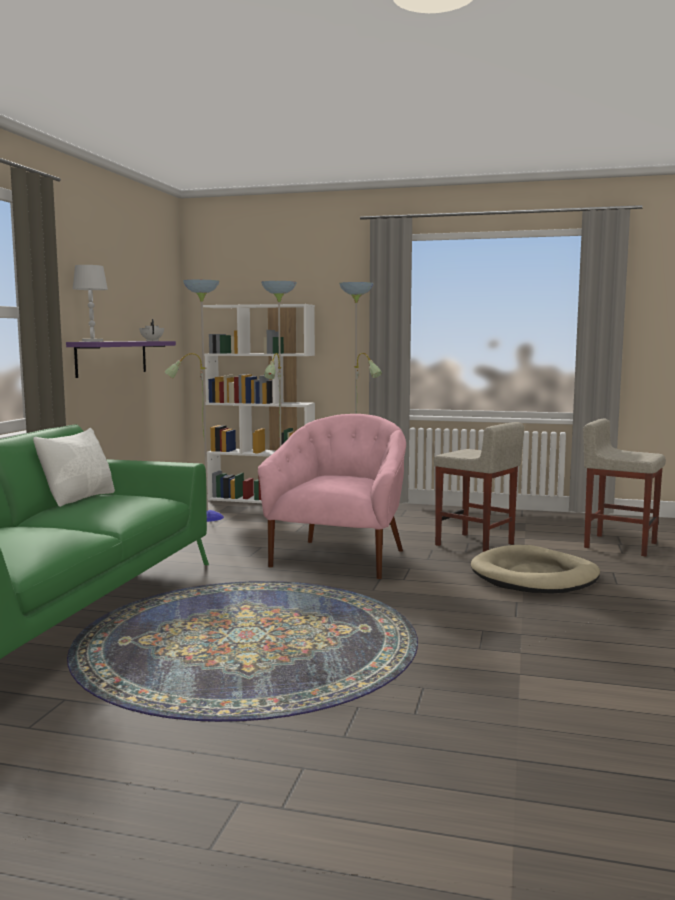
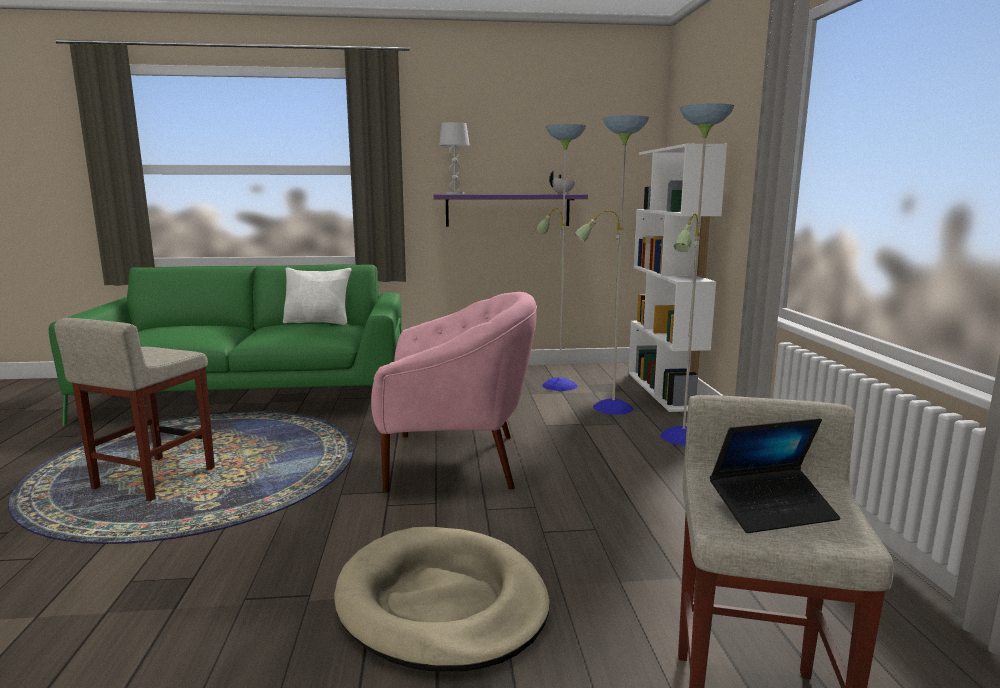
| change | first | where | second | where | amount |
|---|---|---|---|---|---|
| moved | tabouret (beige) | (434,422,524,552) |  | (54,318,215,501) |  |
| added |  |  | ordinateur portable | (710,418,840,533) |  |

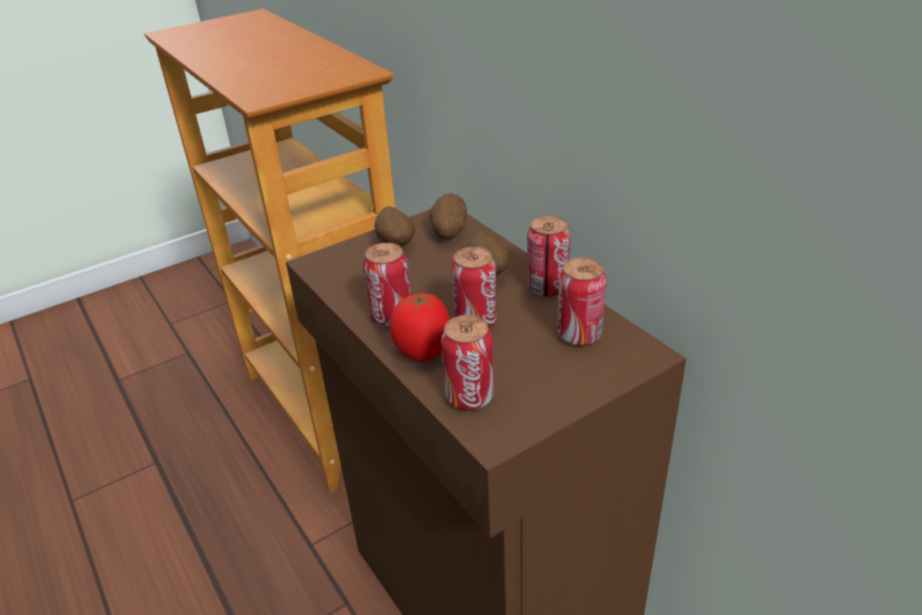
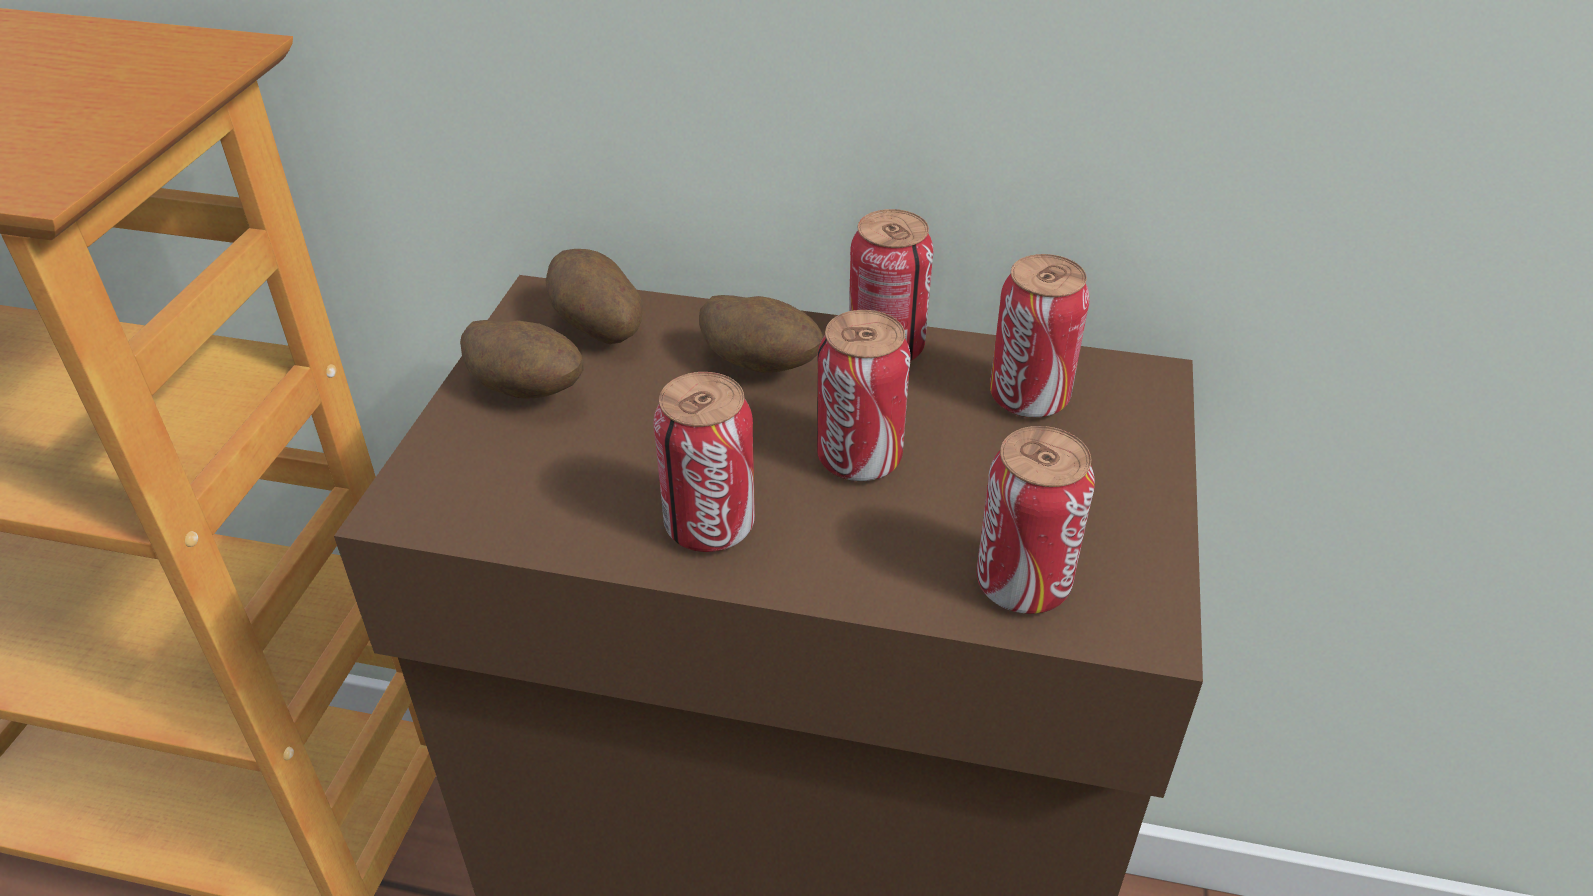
| change | first | where | second | where | amount |
|---|---|---|---|---|---|
| removed | tomate | (389,293,450,362) |  |  |  |

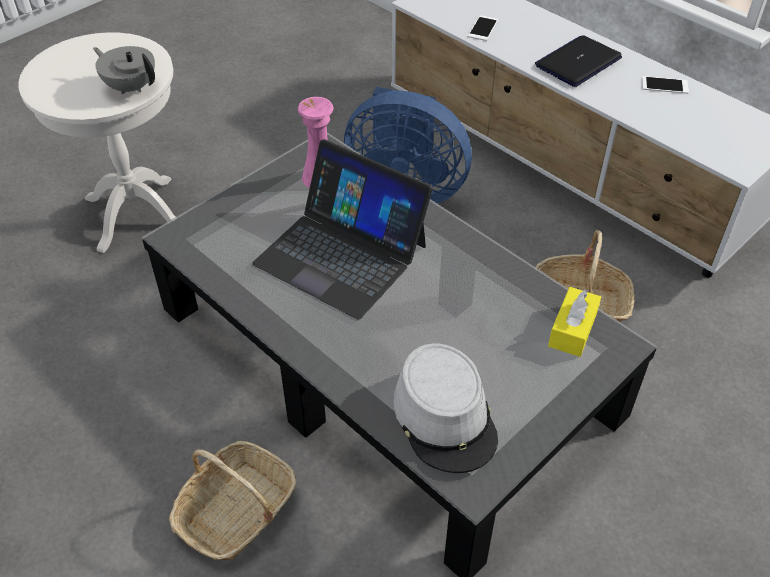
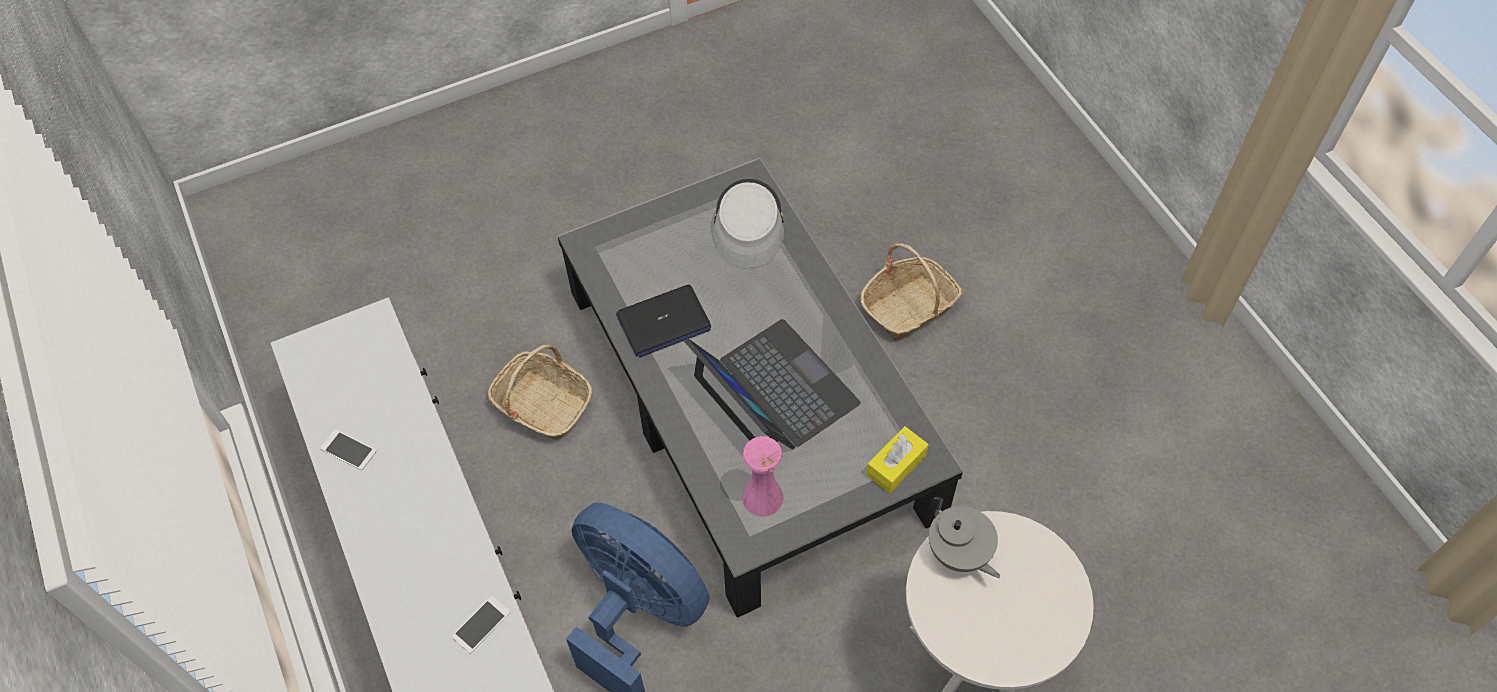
| change | first | where | second | where | amount |
|---|---|---|---|---|---|
| moved | ordinateur portable | (535,35,622,87) |  | (616,285,711,357) |  |
| moved | boîte à mouchoirs (jaune) | (548,287,601,357) |  | (866,426,929,494) |  |

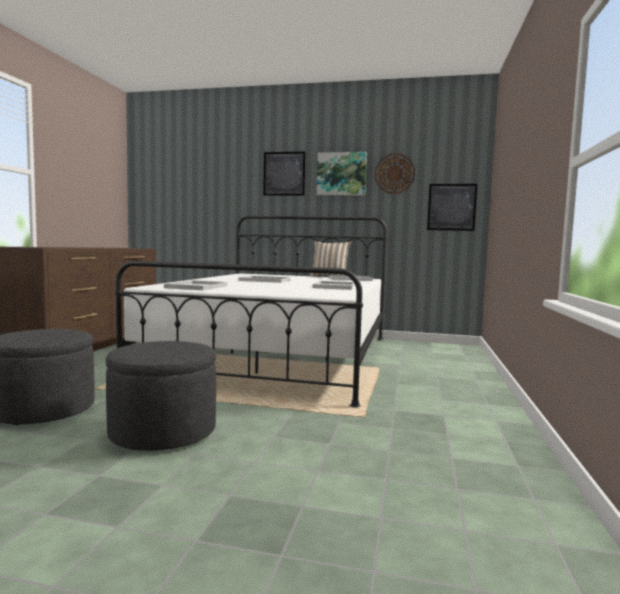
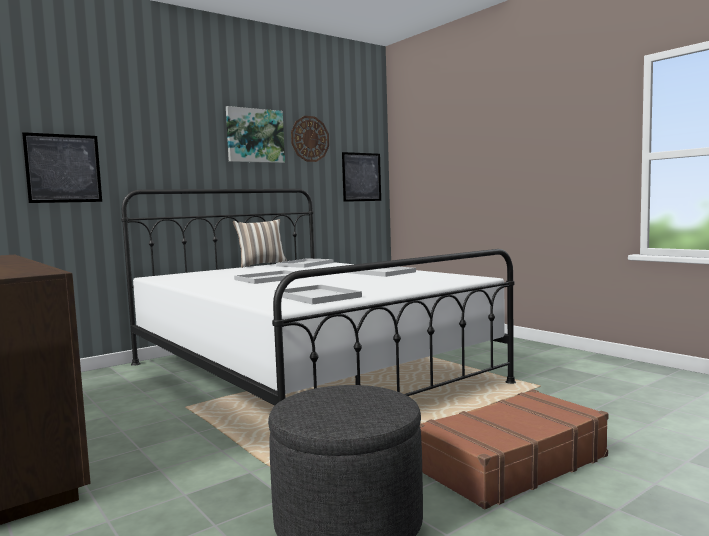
| change | first | where | second | where | amount |
|---|---|---|---|---|---|
| moved | tableau | (263,152,306,196) |  | (22,132,102,203) |  |
| replaced | pouf (gris) | (106,341,216,451) | valise (marron) | (420,389,609,509) |  |

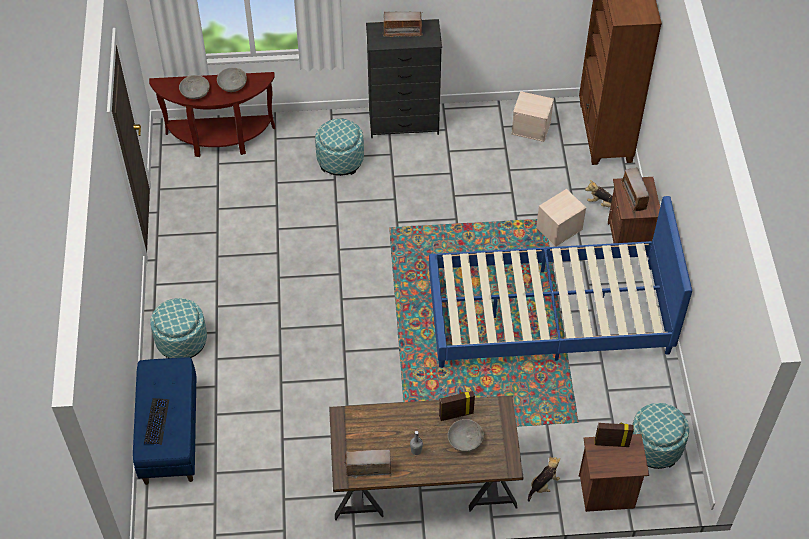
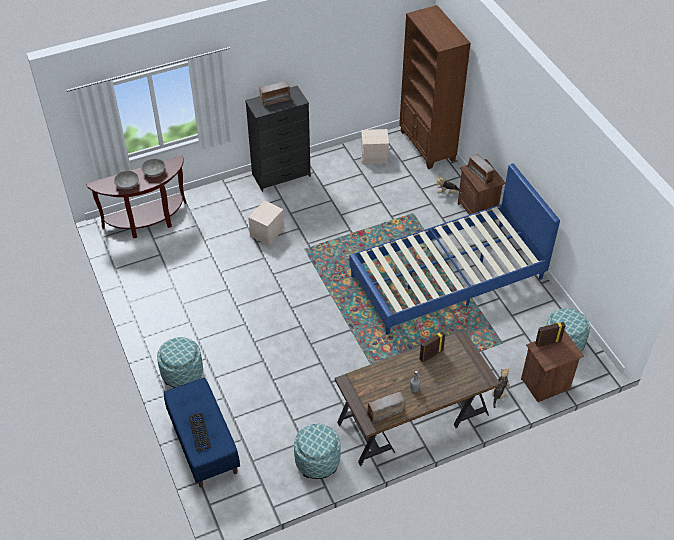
| change | first | where | second | where | amount |
|---|---|---|---|---|---|
| moved | pouf | (315,118,364,176) |  | (294,424,341,479) |  |
| moved | boîte de rangement (beige) | (536,189,586,247) |  | (248,201,285,245) |  |
| removed | bol (gris) | (448,419,484,452) |  |  |  |

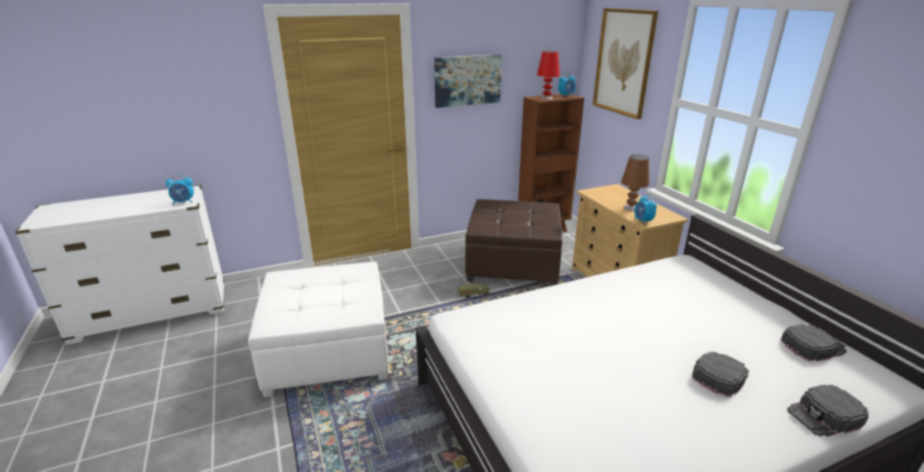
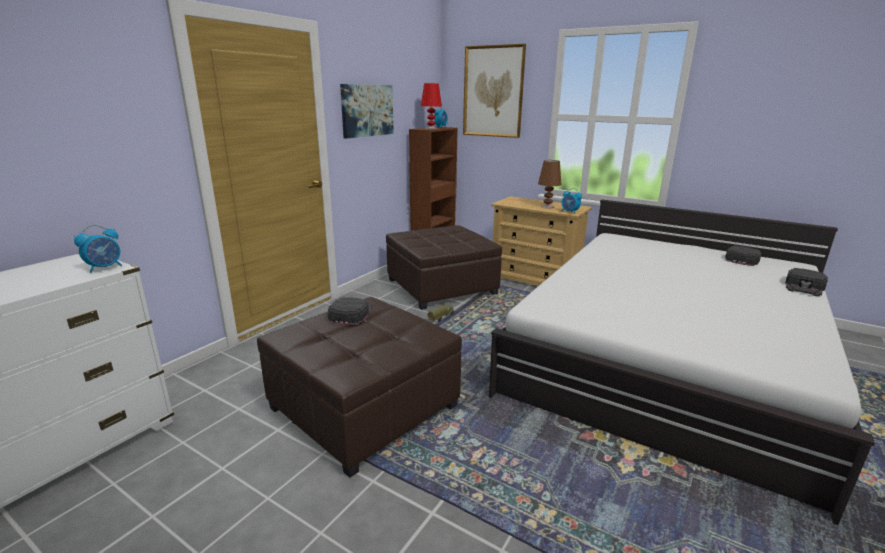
| change | first | where | second | where | amount |
|---|---|---|---|---|---|
| recoloured | pouf (blanc) | (248,262,389,398) | pouf (marron) | (257,297,462,478) |  |
| moved | casquette (noir) | (692,352,749,397) |  | (328,297,372,325) |  |

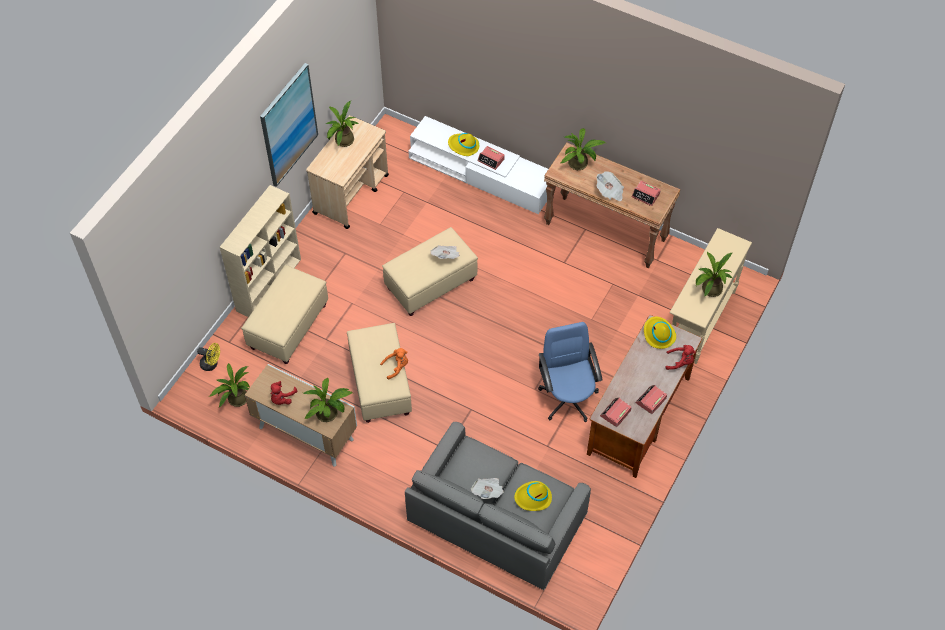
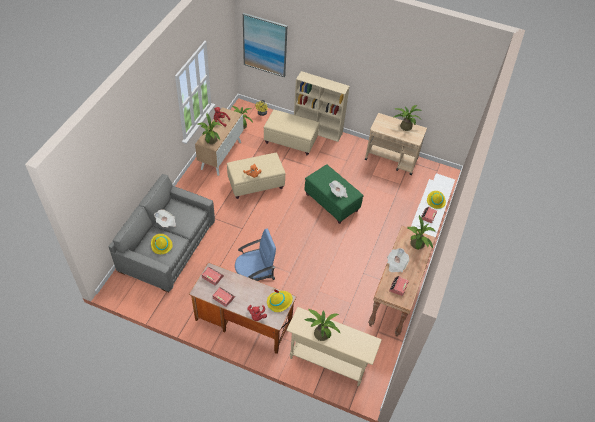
| change | first | where | second | where | amount |
|---|---|---|---|---|---|
| moved | tableau | (260,63,318,187) |  | (243,13,287,77) |  |
| recoloured | pouf (beige) | (382,227,478,316) | pouf (vert) | (304,164,364,224) |  |

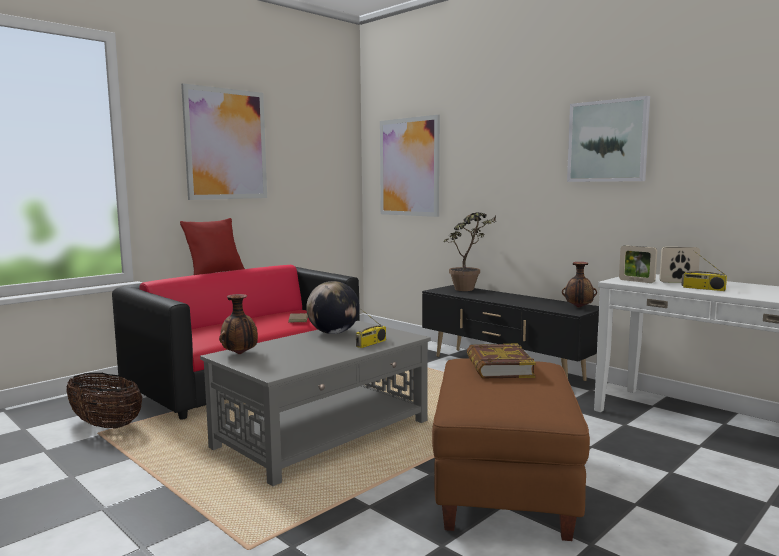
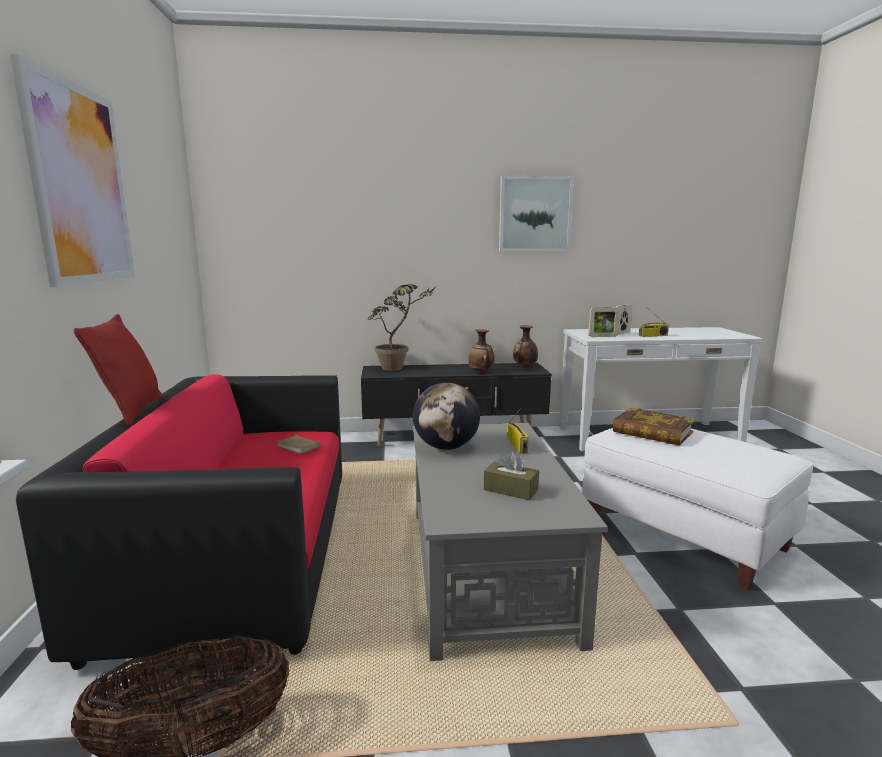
| change | first | where | second | where | amount |
|---|---|---|---|---|---|
| removed | tableau | (380,115,440,217) |  |  |  |
| moved | vase | (219,294,258,354) |  | (468,329,495,373) |  |
| recoloured | pouf (marron) | (432,358,590,541) | pouf (blanc) | (582,428,813,591) |  |
| added |  |  | boîte à mouchoirs (marron) | (484,451,539,500) |  |

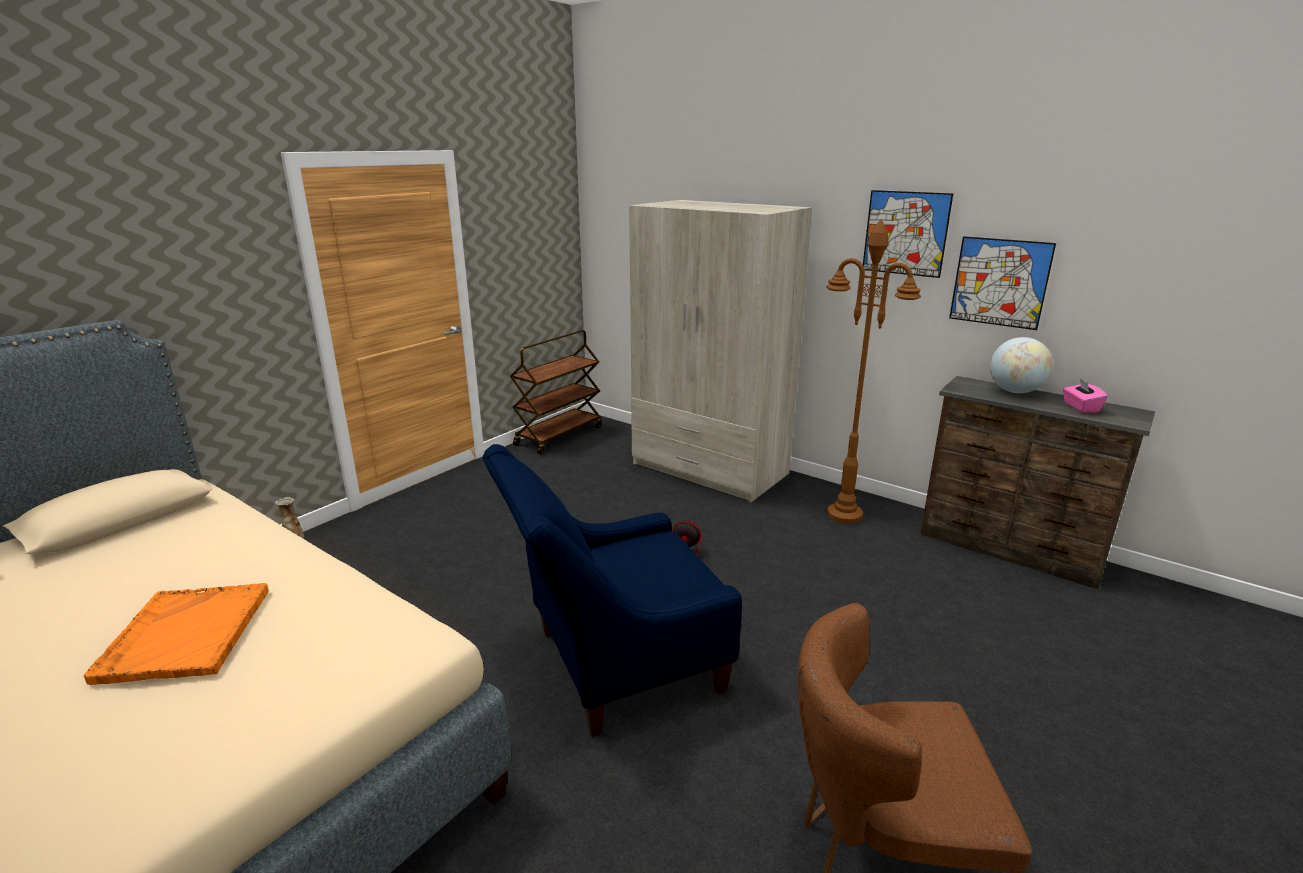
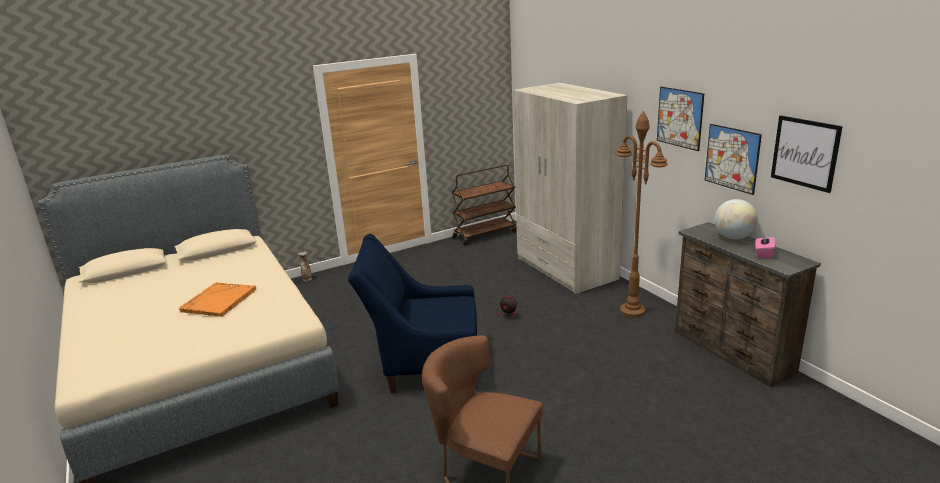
| change | first | where | second | where | amount |
|---|---|---|---|---|---|
| added |  |  | tableau | (771,115,843,193) |  |

